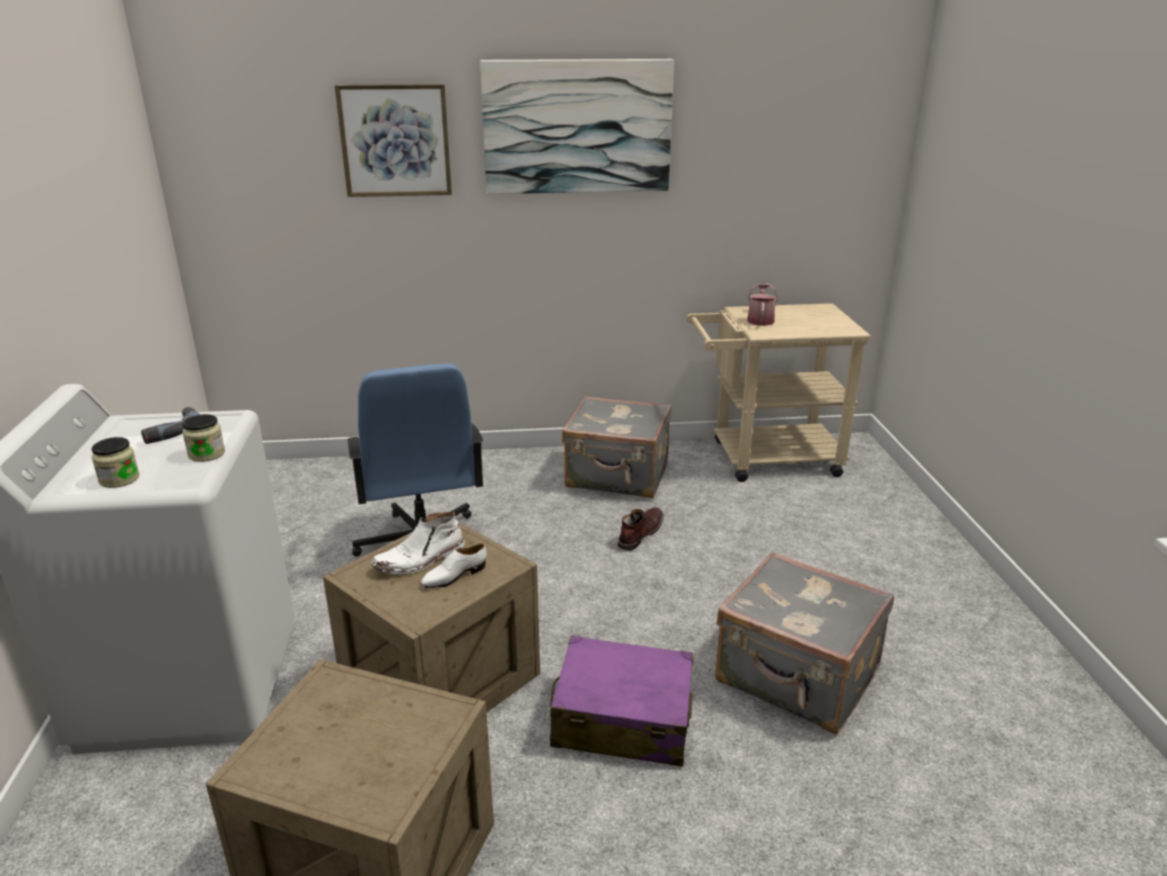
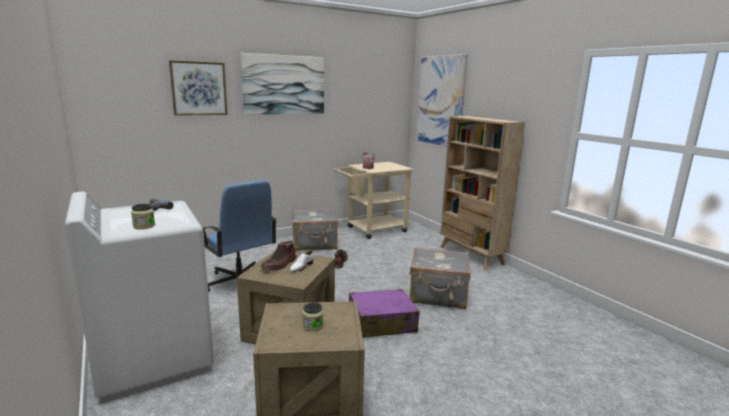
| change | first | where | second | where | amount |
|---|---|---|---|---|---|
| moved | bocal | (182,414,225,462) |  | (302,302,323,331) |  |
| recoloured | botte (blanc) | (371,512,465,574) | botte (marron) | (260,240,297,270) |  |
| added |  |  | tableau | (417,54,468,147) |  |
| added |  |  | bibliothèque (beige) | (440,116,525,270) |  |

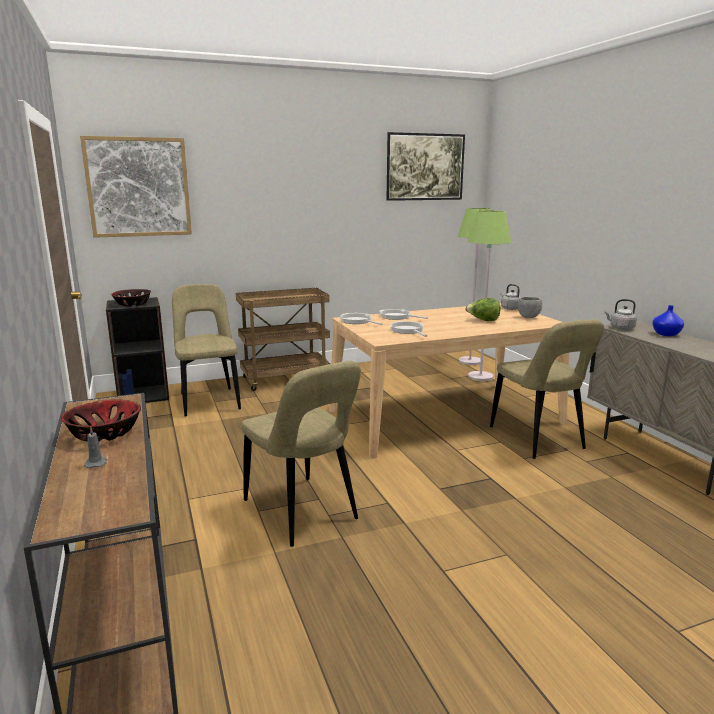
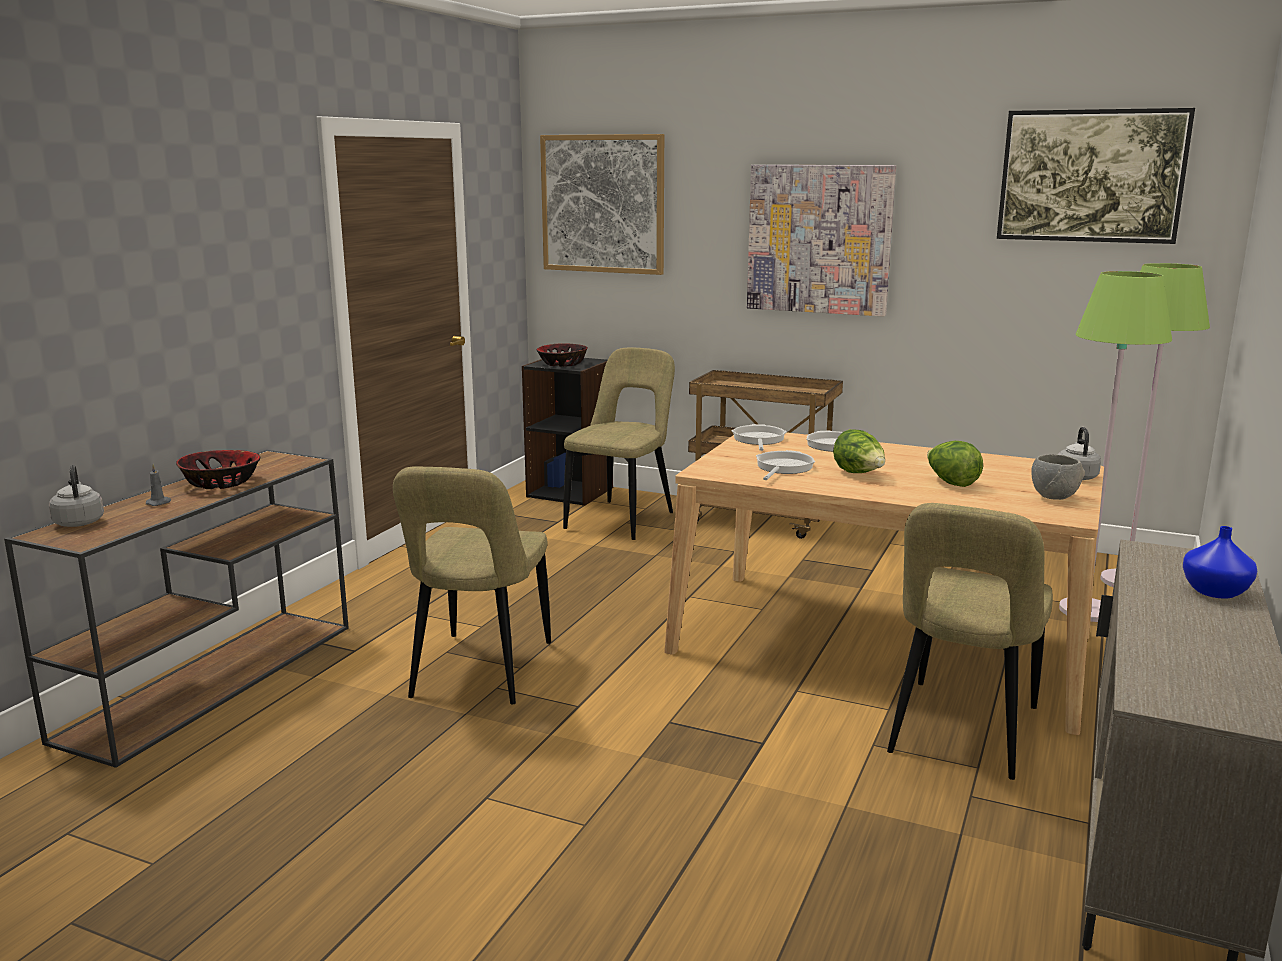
| change | first | where | second | where | amount |
|---|---|---|---|---|---|
| moved | bouilloire (gris) | (604,299,637,330) |  | (49,465,104,527) |  |
| added |  |  | tableau | (747,165,896,317) |  |
| added |  |  | laitue | (833,429,885,473) |  |

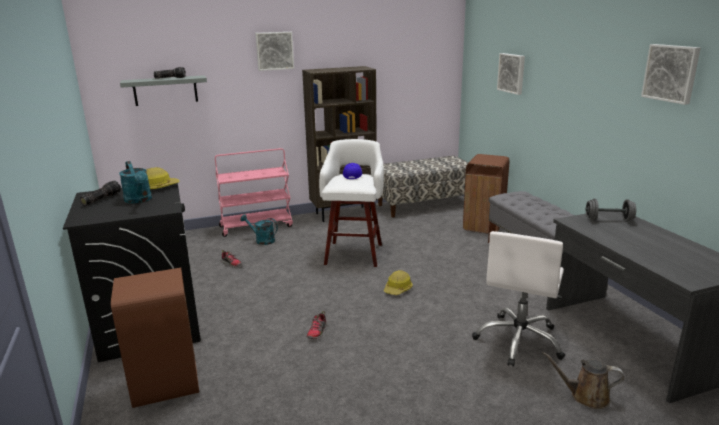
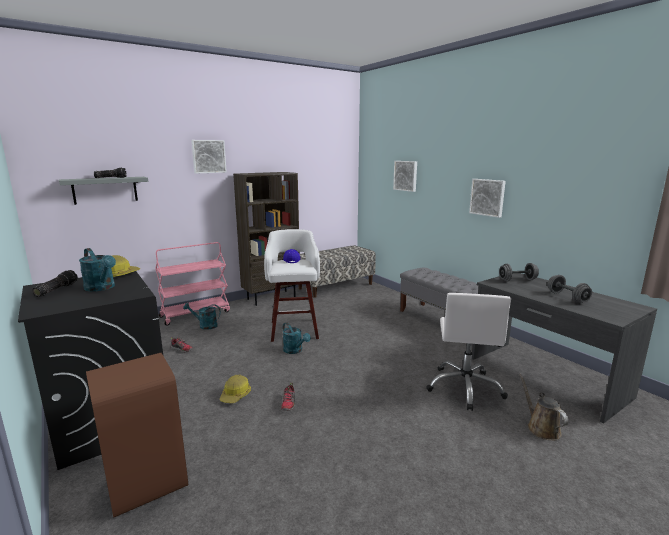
| change | first | where | second | where | amount |
|---|---|---|---|---|---|
| moved | tableau | (641,44,701,105) |  | (469,179,506,218) |  |
| removed | poubelle (marron) | (463,154,510,234) |  |  |  |
| moved | casque de chantier | (384,270,412,295) |  | (220,375,251,403) |  |
| turned | arrosoir (marron) | (542,352,624,409) |  | (519,373,569,441) | 75 degrees clockwise |
| added |  |  | haltère (gris) | (547,275,592,303) |  |
| added |  |  | arrosoir (turquoise) | (283,323,311,354) |  |

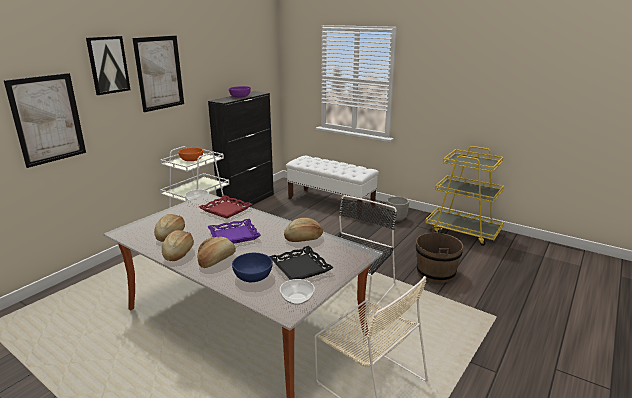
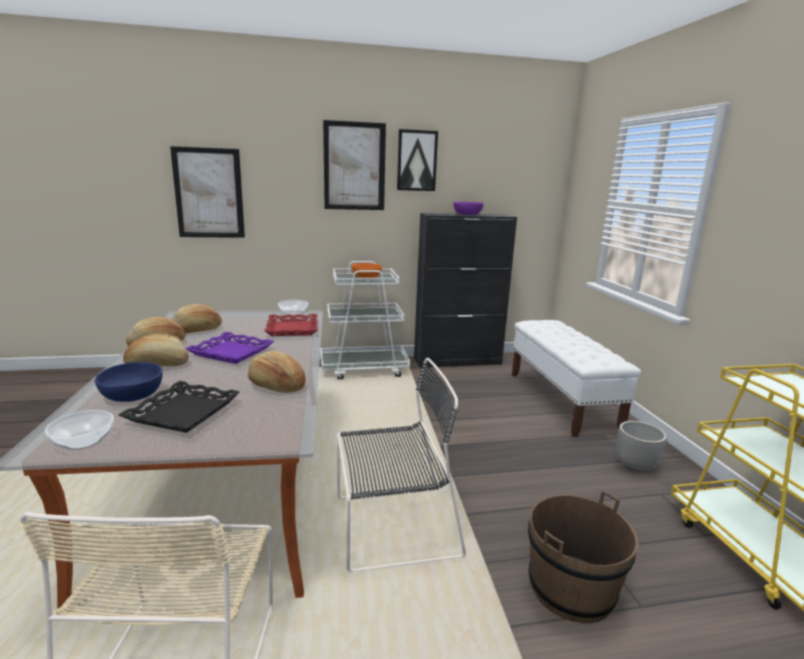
| change | first | where | second | where | amount |
|---|---|---|---|---|---|
| moved | tableau | (86,36,131,95) |  | (397,129,438,191) |  |

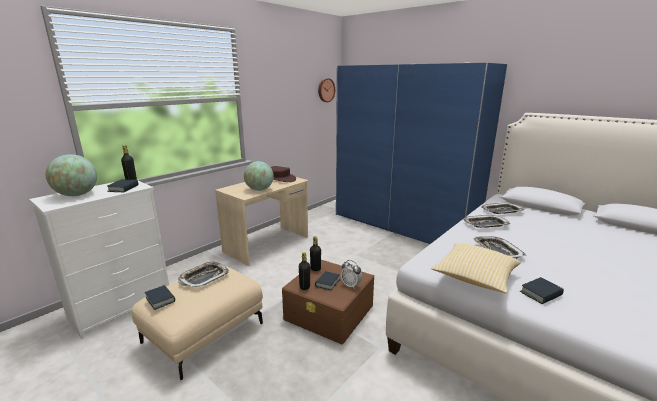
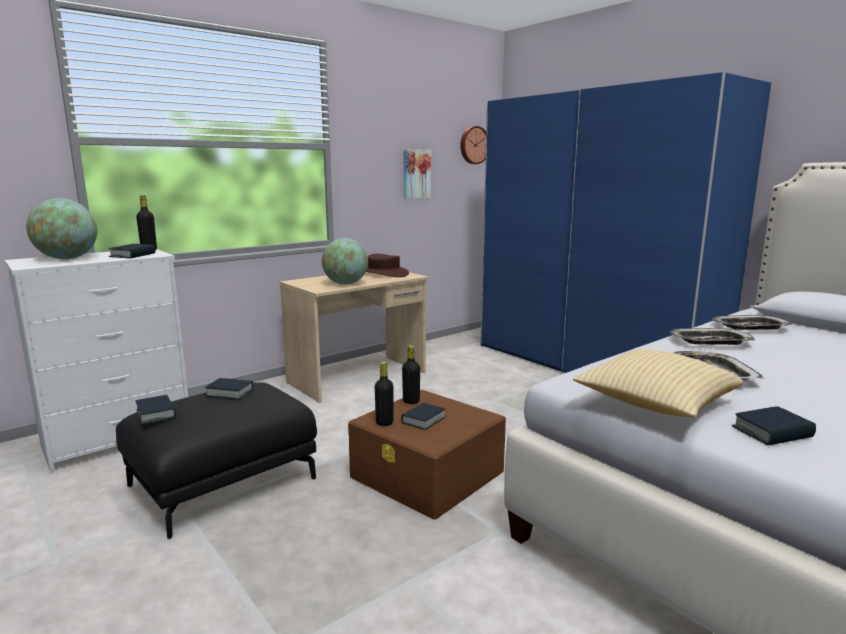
| change | first | where | second | where | amount |
|---|---|---|---|---|---|
| removed | réveil | (341,260,362,288) |  |  |  |
| replaced | plateau | (178,261,229,288) | livre | (205,378,253,399) |  |
| recoloured | pouf (beige) | (132,266,263,380) | pouf (noir) | (116,382,317,539) |  |
| added |  |  | tableau | (404,149,431,199) |  |

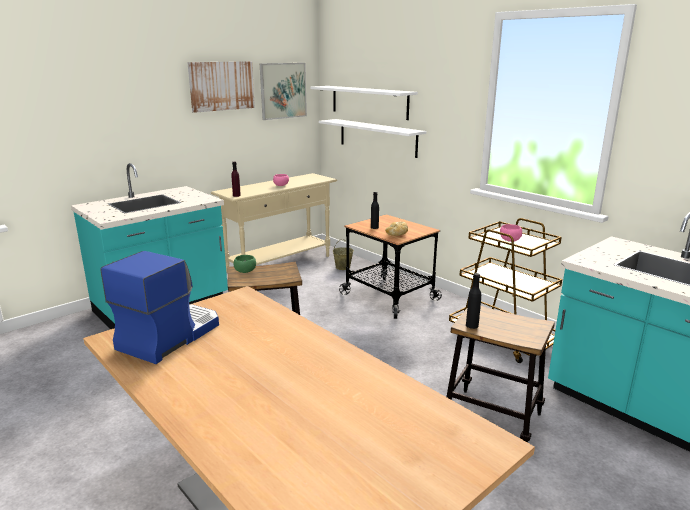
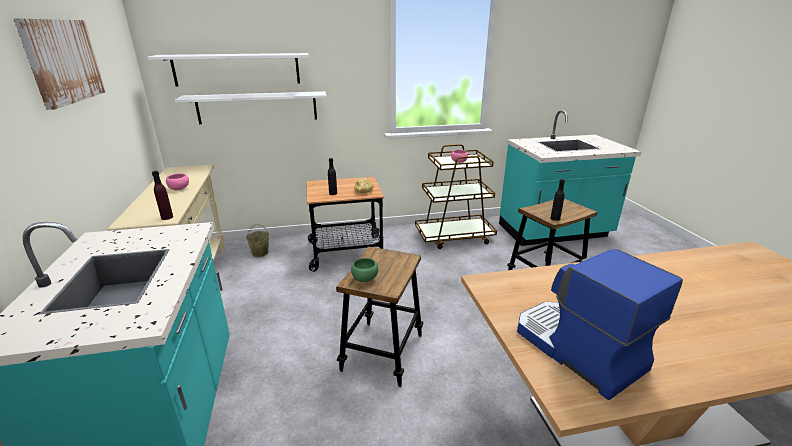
| change | first | where | second | where | amount |
|---|---|---|---|---|---|
| removed | tableau | (260,63,307,120) |  |  |  |

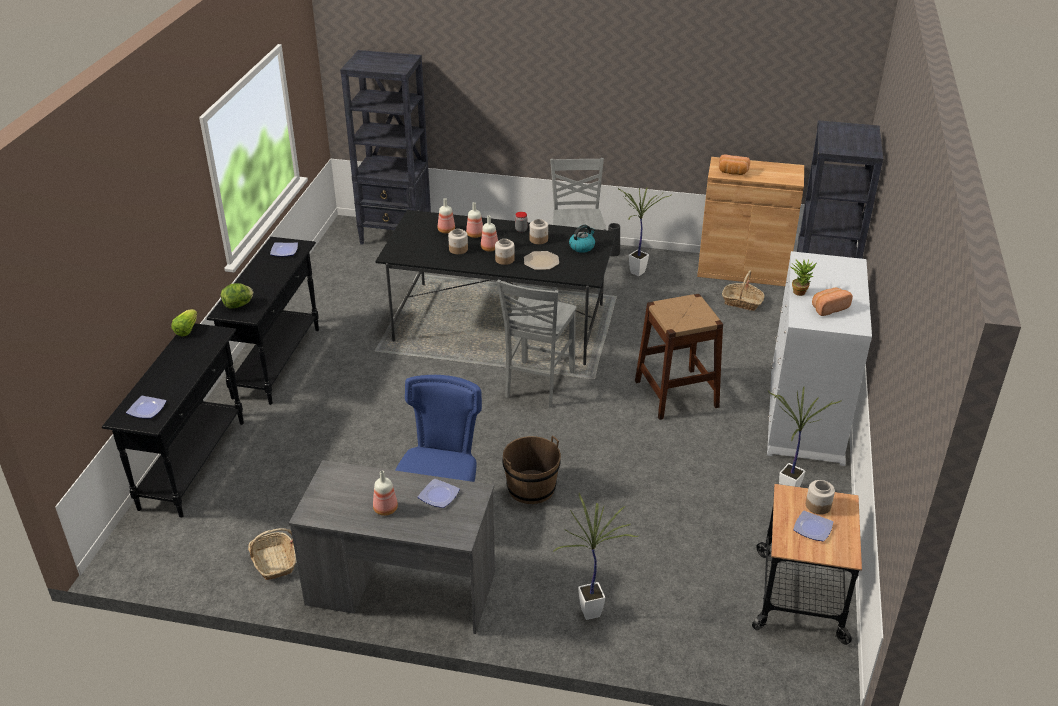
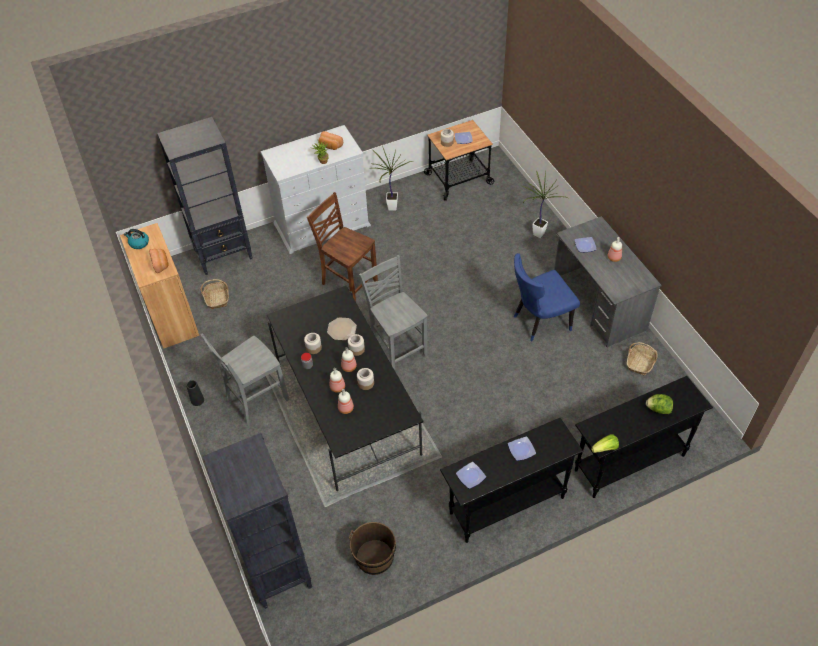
| change | first | where | second | where | amount |
|---|---|---|---|---|---|
| removed | plante en pot | (618,187,671,276) |  |  |  |
| moved | bouilloire | (569,225,595,253) |  | (124,229,149,249) |  |
| turned | chaise (gris) | (497,280,577,407) |  | (359,255,427,370) | 105 degrees counterclockwise |
| moved | laitue | (221,283,253,308) |  | (646,394,673,414) |  |
| replaced | tabouret (marron) | (635,294,723,420) | chaise (marron) | (307,192,378,302) |  |
| moved | assiette | (126,396,166,418) |  | (508,436,536,461) |  |
| moved | seau (marron) | (503,435,561,504) |  | (349,522,396,575) |  |

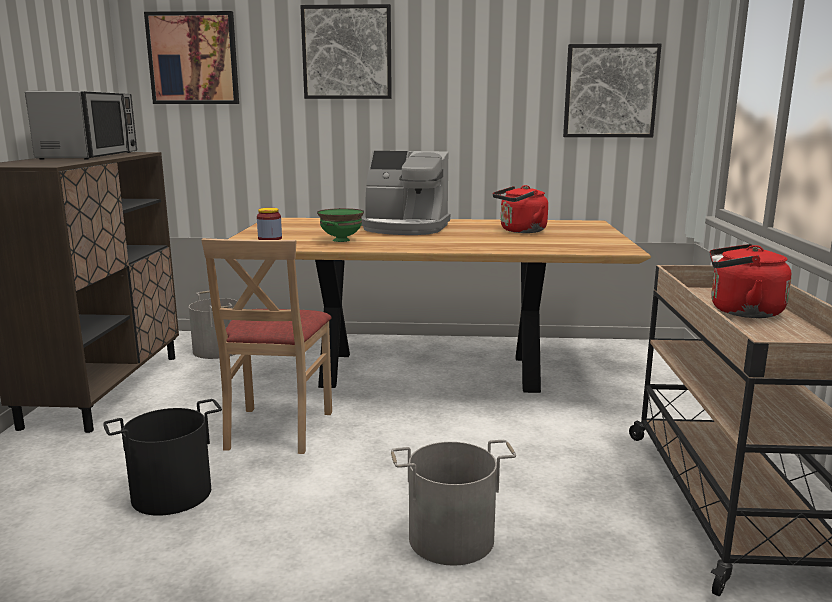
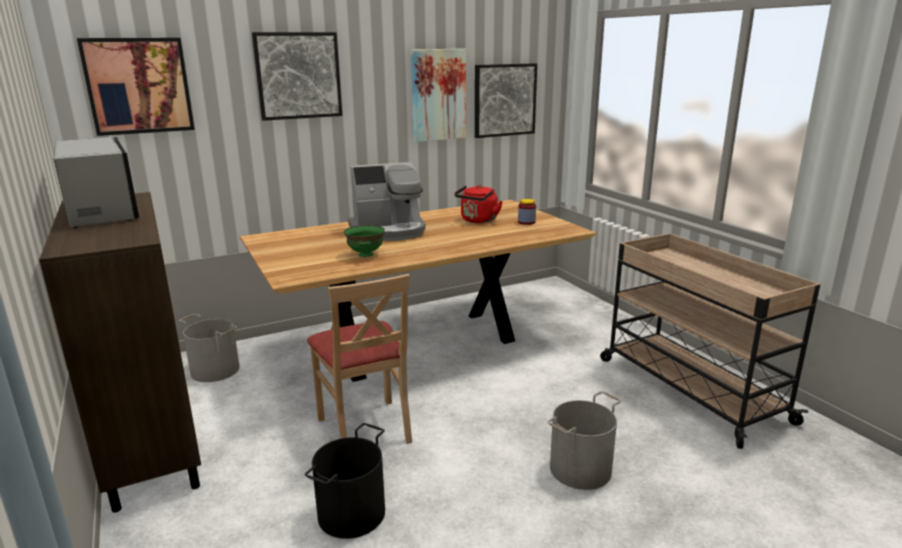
| change | first | where | second | where | amount |
|---|---|---|---|---|---|
| moved | bocal | (257,208,282,240) |  | (518,199,536,225) |  |
| removed | bouilloire (rouge) | (709,244,792,318) |  |  |  |
| added |  |  | tableau | (411,49,466,142) |  |

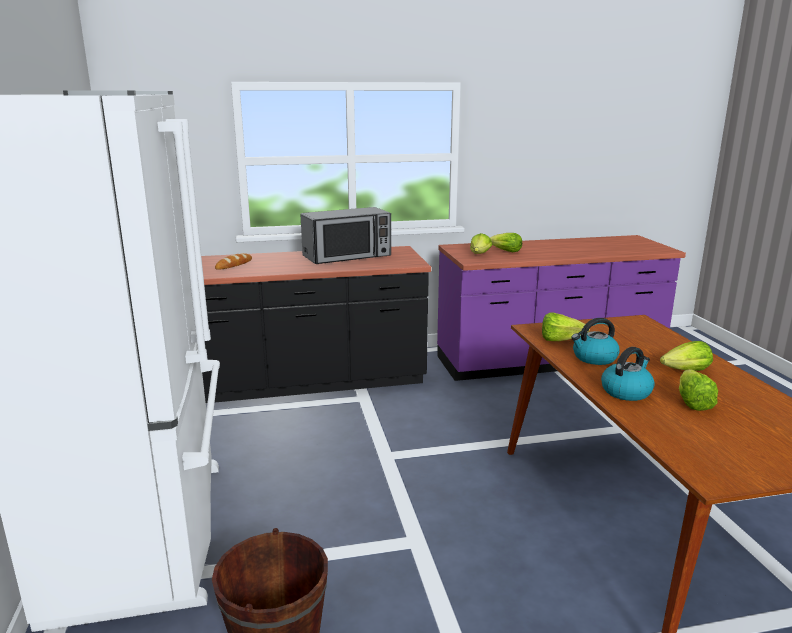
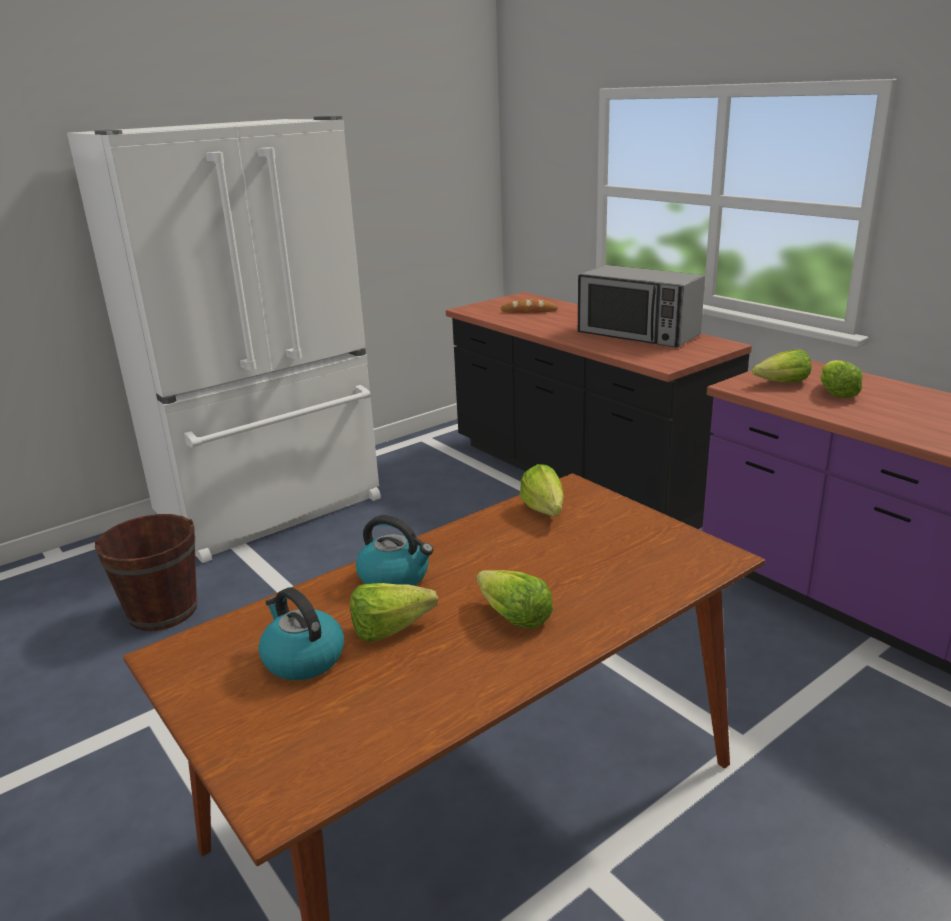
| change | first | where | second | where | amount |
|---|---|---|---|---|---|
| moved | bouilloire | (571,318,620,365) |  | (258,587,344,680) |  |

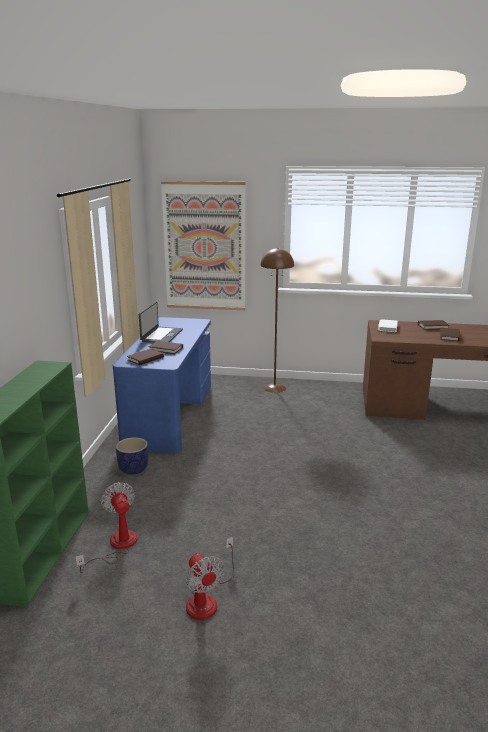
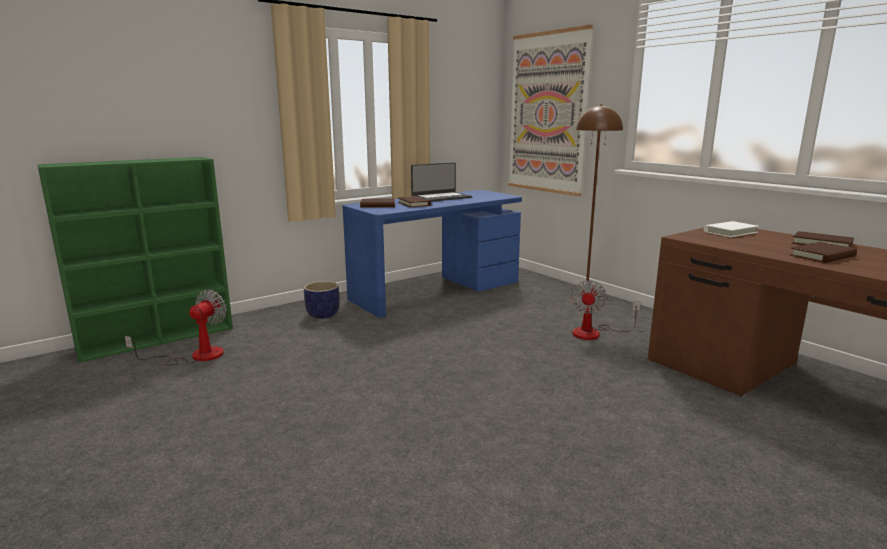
| change | first | where | second | where | amount |
|---|---|---|---|---|---|
| moved | ventilateur | (186,537,235,620) |  | (571,280,640,340) |  |

